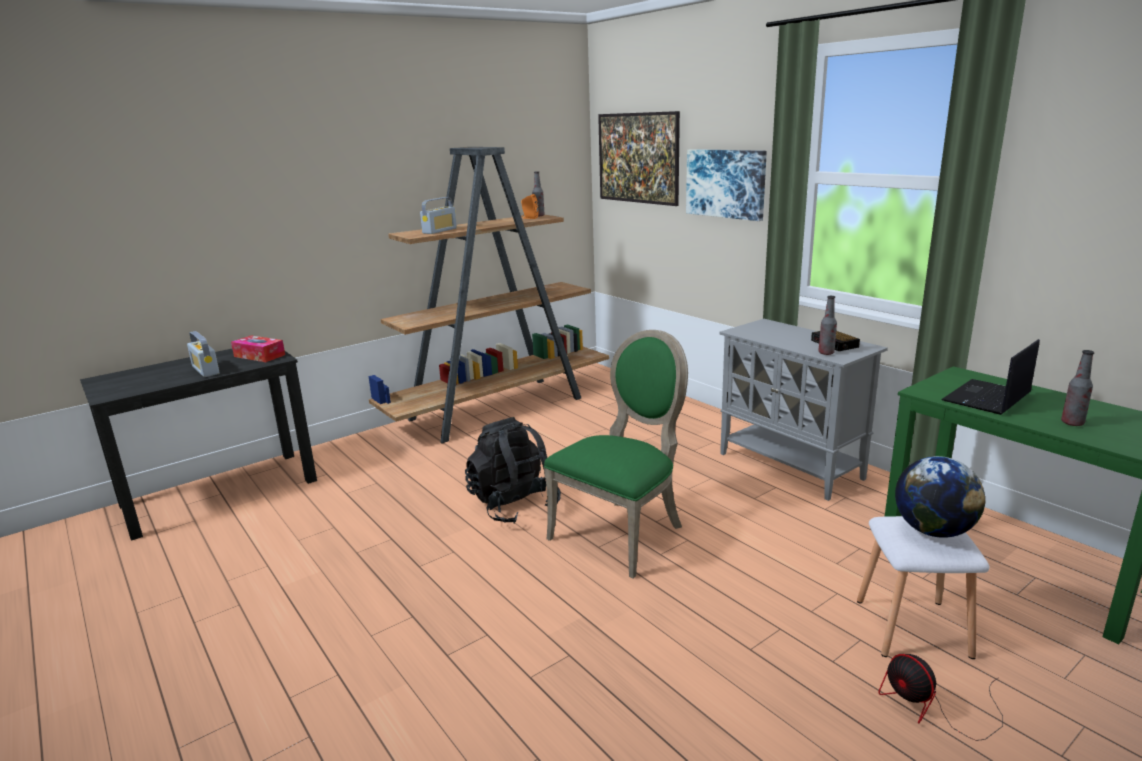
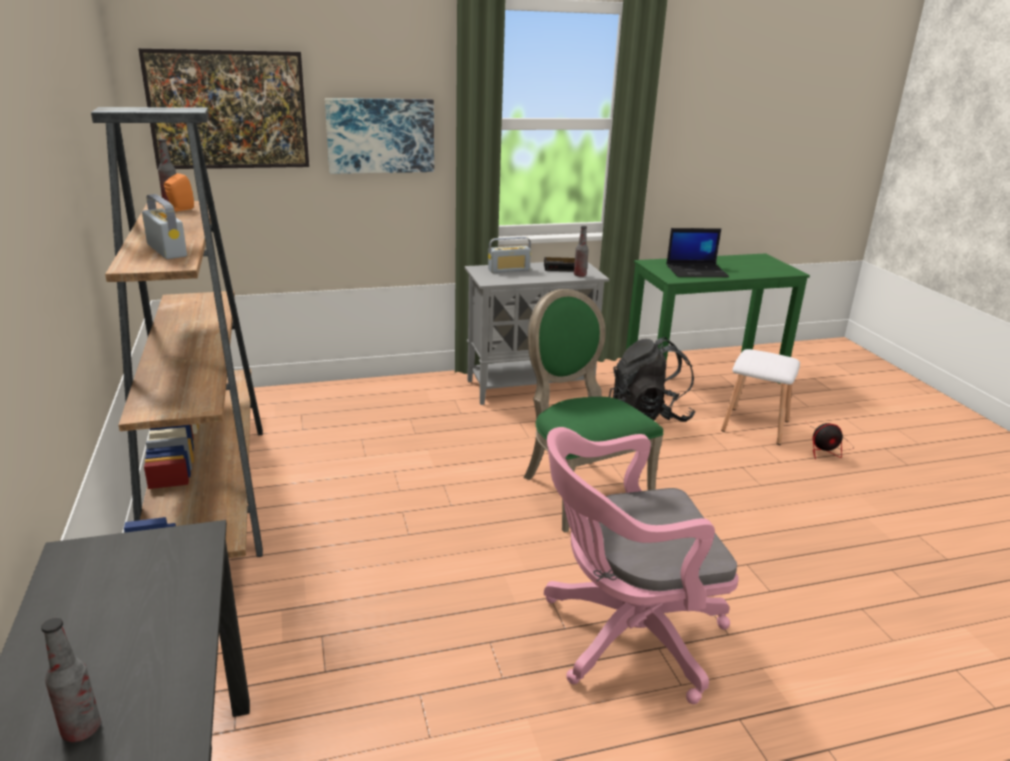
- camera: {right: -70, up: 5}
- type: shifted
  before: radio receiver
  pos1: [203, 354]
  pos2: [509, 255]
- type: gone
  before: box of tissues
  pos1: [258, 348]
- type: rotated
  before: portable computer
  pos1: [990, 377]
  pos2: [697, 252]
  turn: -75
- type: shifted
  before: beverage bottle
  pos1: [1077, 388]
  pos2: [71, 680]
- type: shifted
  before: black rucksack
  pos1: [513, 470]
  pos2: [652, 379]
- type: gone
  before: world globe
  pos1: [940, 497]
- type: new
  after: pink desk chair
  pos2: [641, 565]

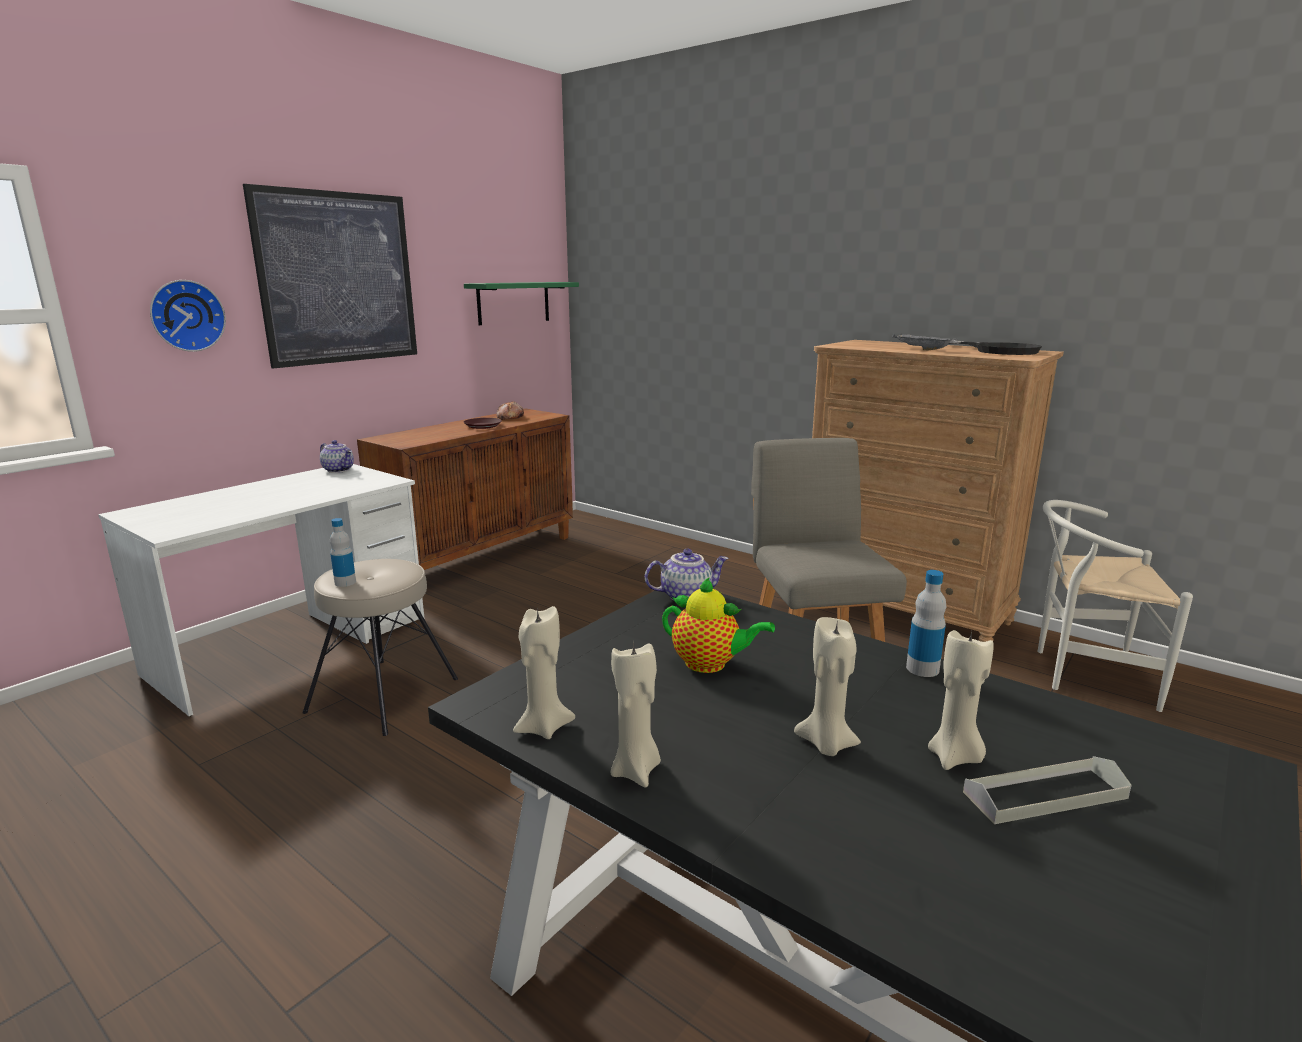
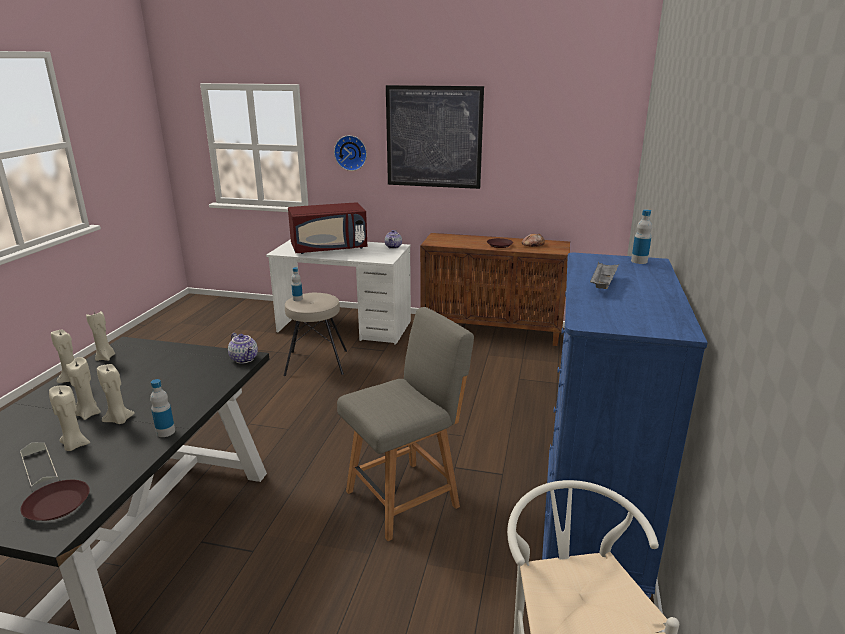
- camera: {right: 65, up: 5}
- type: gone
  before: greenish wall shelf
  pos1: [521, 303]
- type: repainted
  before: brownish chest of drawers
  after: blue chest of drawers
  pos1: [938, 491]
  pos2: [625, 426]
- type: gone
  before: black pan
  pos1: [995, 347]
- type: gone
  before: tea pot
  pos1: [718, 625]
- type: new
  after: reddish microwave oven
  pos2: [327, 228]
- type: new
  after: beverage bottle
  pos2: [641, 236]
- type: new
  after: beige-coloured wax light
  pos2: [116, 394]
- type: new
  after: brownish flat dish
  pos2: [55, 500]

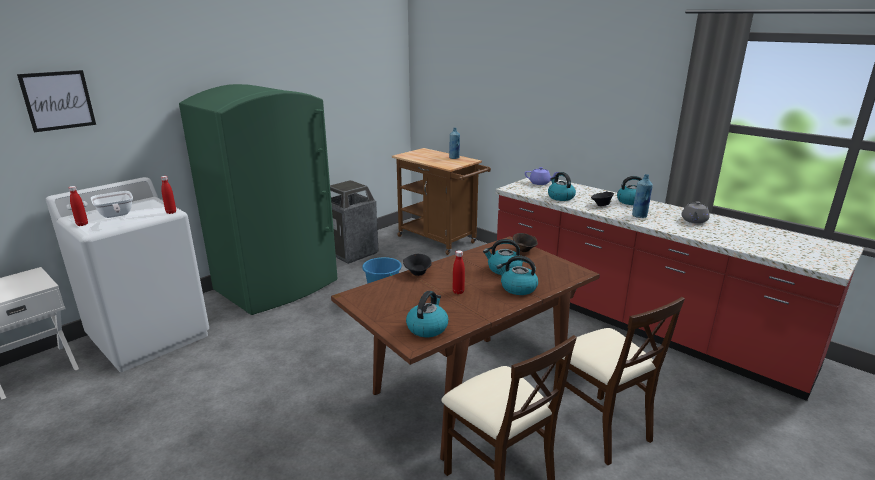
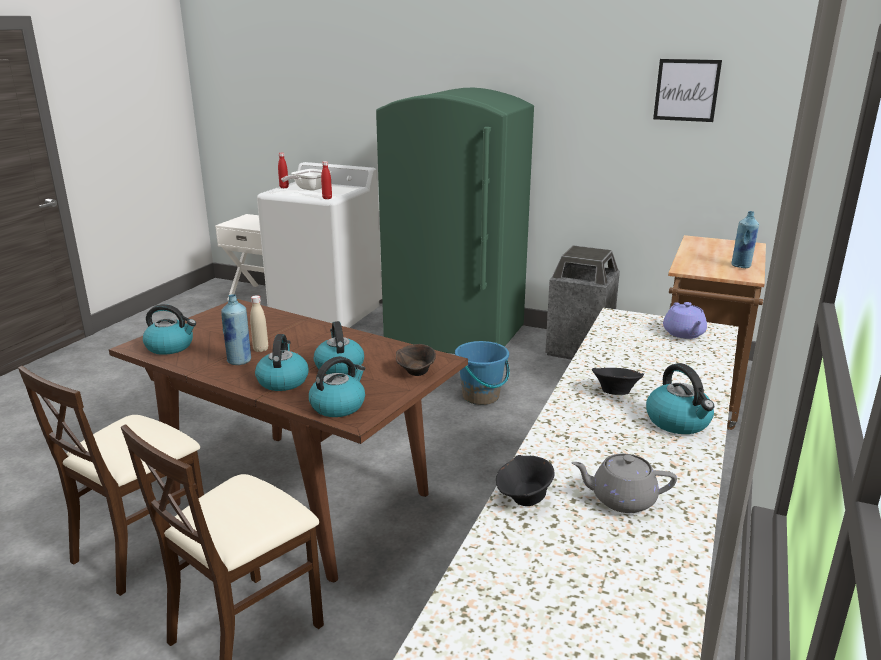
- camera: {right: 70, up: 0}
- type: shifted
  before: picture
  pos1: [56, 101]
  pos2: [687, 90]
- type: shifted
  before: kettle
  pos1: [562, 186]
  pos2: [337, 386]
- type: shifted
  before: blue beverage bottle
  pos1: [642, 196]
  pos2: [236, 329]
- type: repainted
  before: reddish beverage bottle
  after: beige-coloured beverage bottle
  pos1: [459, 272]
  pos2: [259, 323]
- type: shifted
  before: black serving bowl
  pos1: [417, 265]
  pos2: [525, 480]

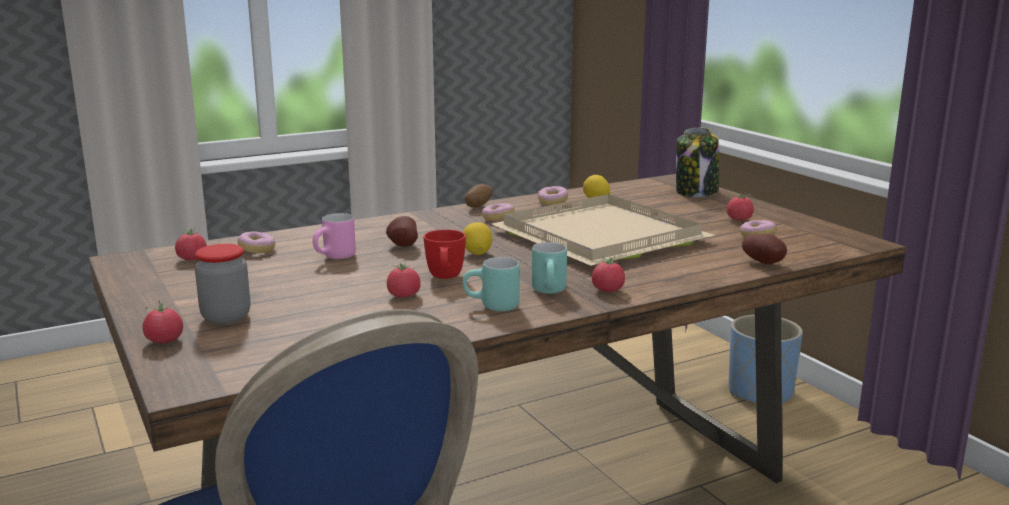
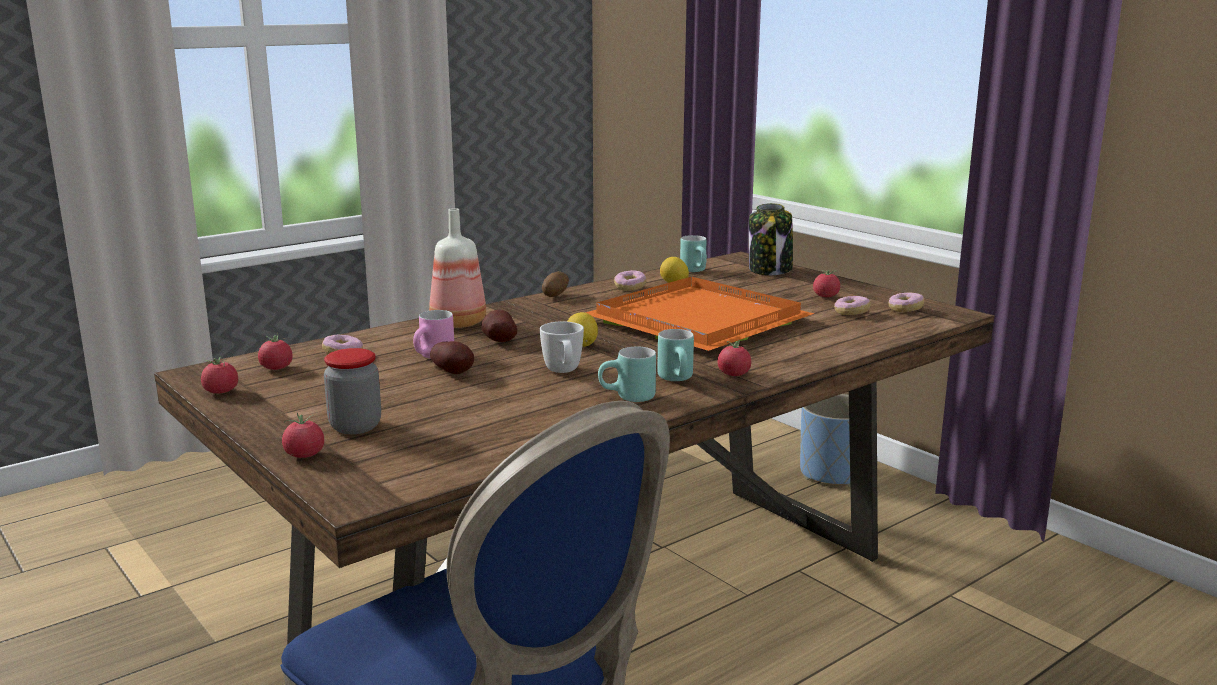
- camera: {right: -10, up: 0}
- type: repainted
  before: beige-coloured serving tray
  after: orange-coloured serving tray
  pos1: [603, 230]
  pos2: [699, 314]
- type: shifted
  before: ring doughnut
  pos1: [498, 212]
  pos2: [906, 302]
- type: repainted
  before: reddish coffee mug
  after: whitish coffee mug
  pos1: [444, 254]
  pos2: [562, 347]
- type: shifted
  before: potato
  pos1: [764, 249]
  pos2: [452, 357]
- type: shifted
  before: tomato
  pos1: [404, 280]
  pos2: [219, 375]
- type: new
  after: beverage bottle
  pos2: [457, 268]
- type: new
  after: blue-green coffee mug
  pos2: [693, 253]

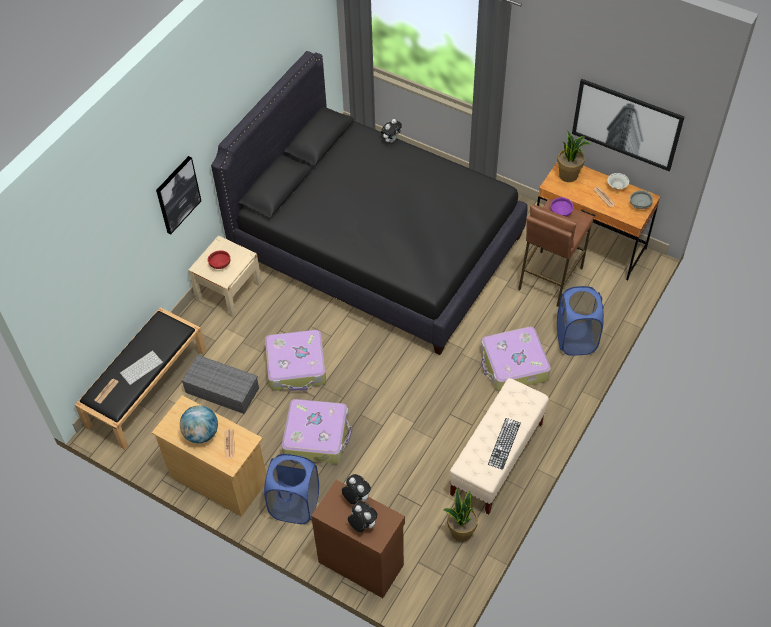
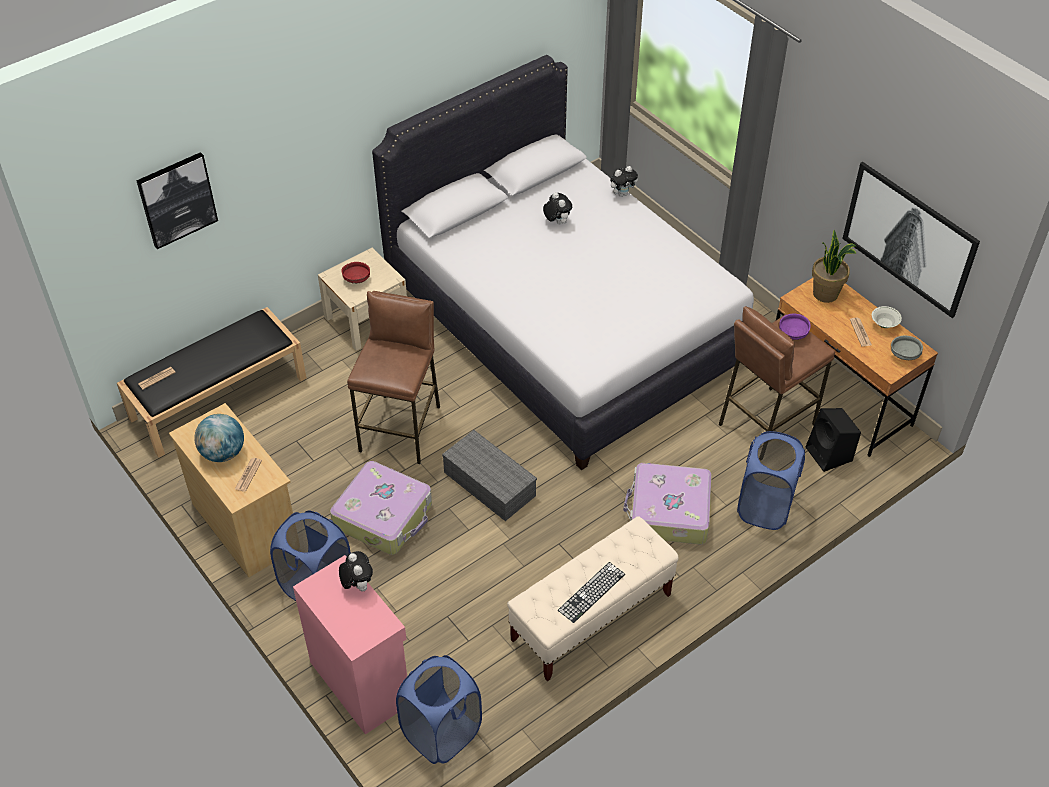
- camera: {right: 20, up: -5}
- type: repainted
  before: black sleeping bed
  after: whitish sleeping bed
  pos1: [369, 203]
  pos2: [563, 262]
- type: shifted
  before: picture
  pos1: [178, 195]
  pos2: [177, 200]
- type: swapped
  before: suitcase
  after: brownish stool seat
  pos1: [295, 360]
  pos2: [393, 377]
- type: gone
  before: keyboard
  pos1: [141, 367]
- type: shifted
  before: greyish storage bin
  pos1: [220, 384]
  pos2: [489, 475]
- type: repainted
  before: brownish cabinet
  after: pink cabinet
  pos1: [358, 539]
  pos2: [350, 645]
- type: gone
  before: plant in a pot
  pos1: [461, 515]
- type: shifted
  before: cuddly toy
  pos1: [362, 517]
  pos2: [557, 208]
- type: new
  after: black speaker
  pos2: [833, 440]
- type: new
  after: blue laundry basket
  pos2: [439, 709]

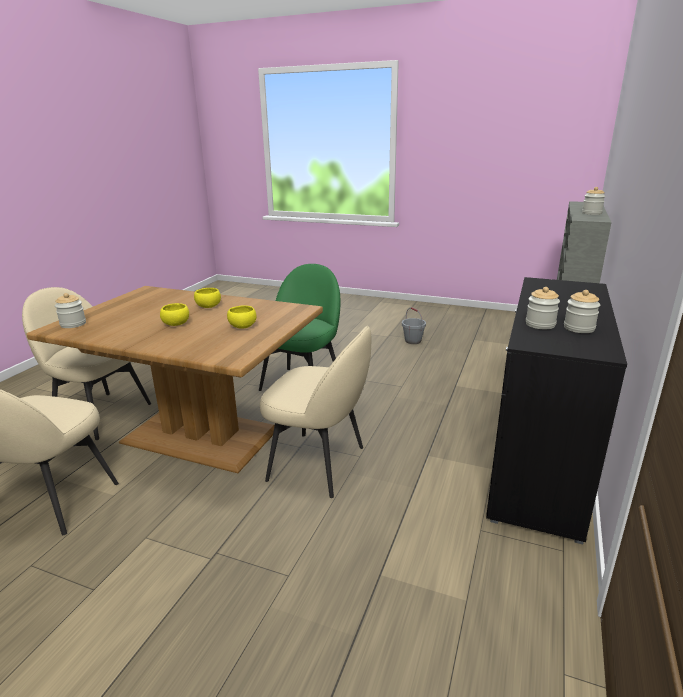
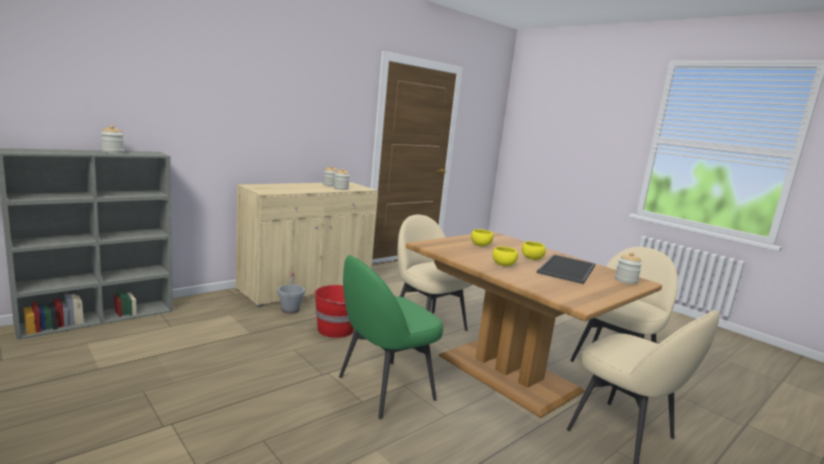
- camera: {right: -155, up: -10}
- type: repainted
  before: black cabinet
  after: beige-coloured cabinet
  pos1: [556, 410]
  pos2: [307, 244]
- type: shifted
  before: greyish bucket
  pos1: [414, 325]
  pos2: [291, 293]
- type: new
  after: serving tray
  pos2: [566, 269]
- type: new
  after: reddish bucket
  pos2: [334, 311]

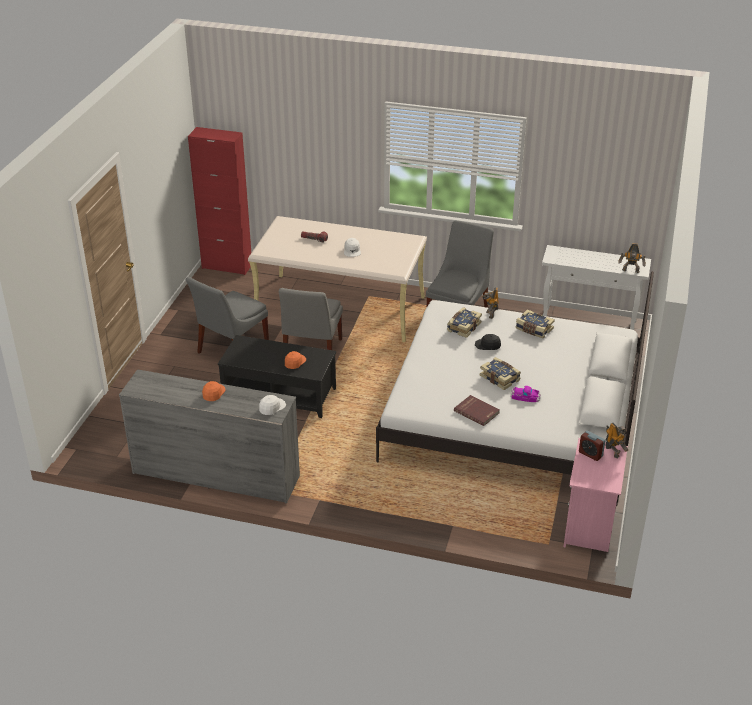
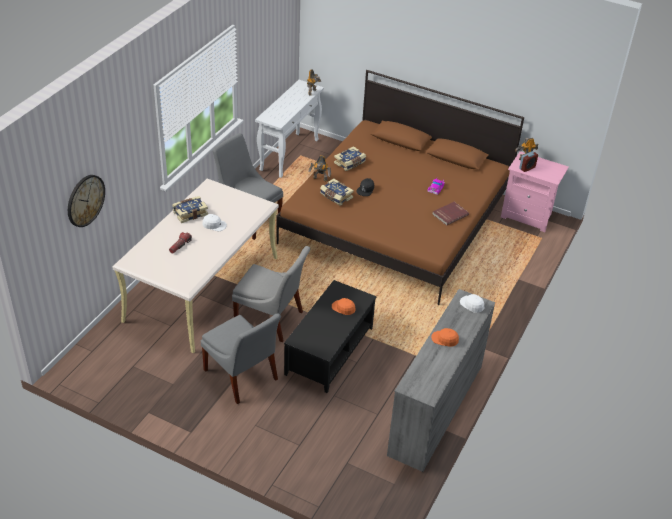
- camera: {right: -80, up: 5}
- type: gone
  before: reddish cabinet
  pos1: [219, 201]
- type: repainted
  before: whitish sleeping bed
  after: brownish sleeping bed
  pos1: [515, 388]
  pos2: [400, 187]
- type: shifted
  before: bound book
  pos1: [500, 373]
  pos2: [190, 209]
- type: new
  after: hanging clock
  pos2: [86, 201]

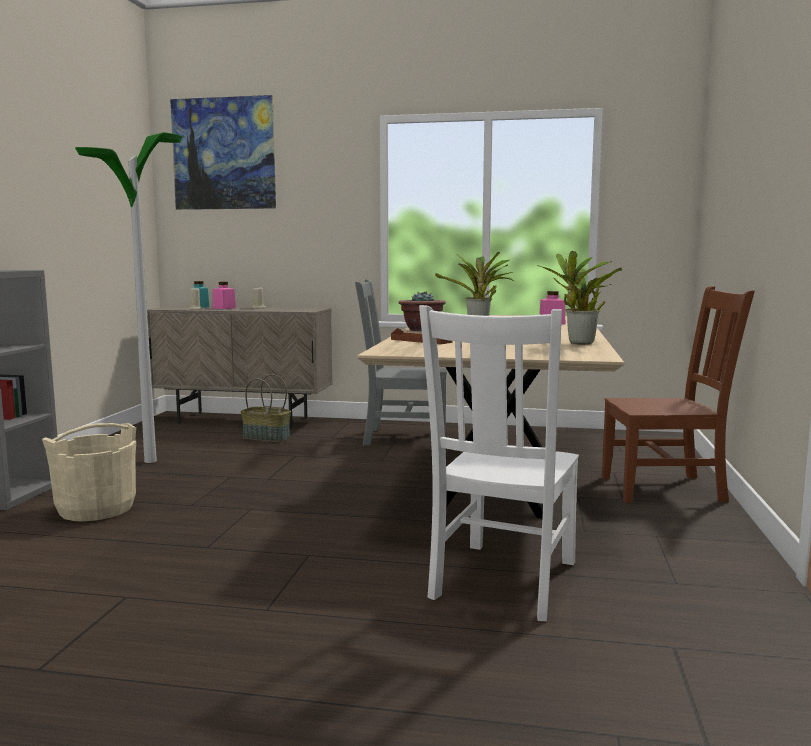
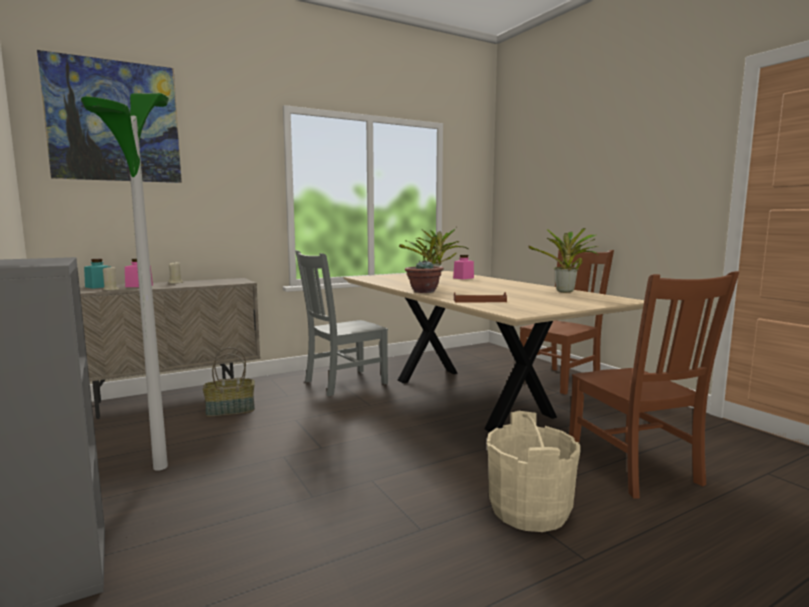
- camera: {right: -40, up: 0}
- type: repainted
  before: whitish chair
  after: brownish chair
  pos1: [499, 463]
  pos2: [654, 385]
- type: shifted
  before: beige-coloured bucket
  pos1: [89, 472]
  pos2: [534, 471]

